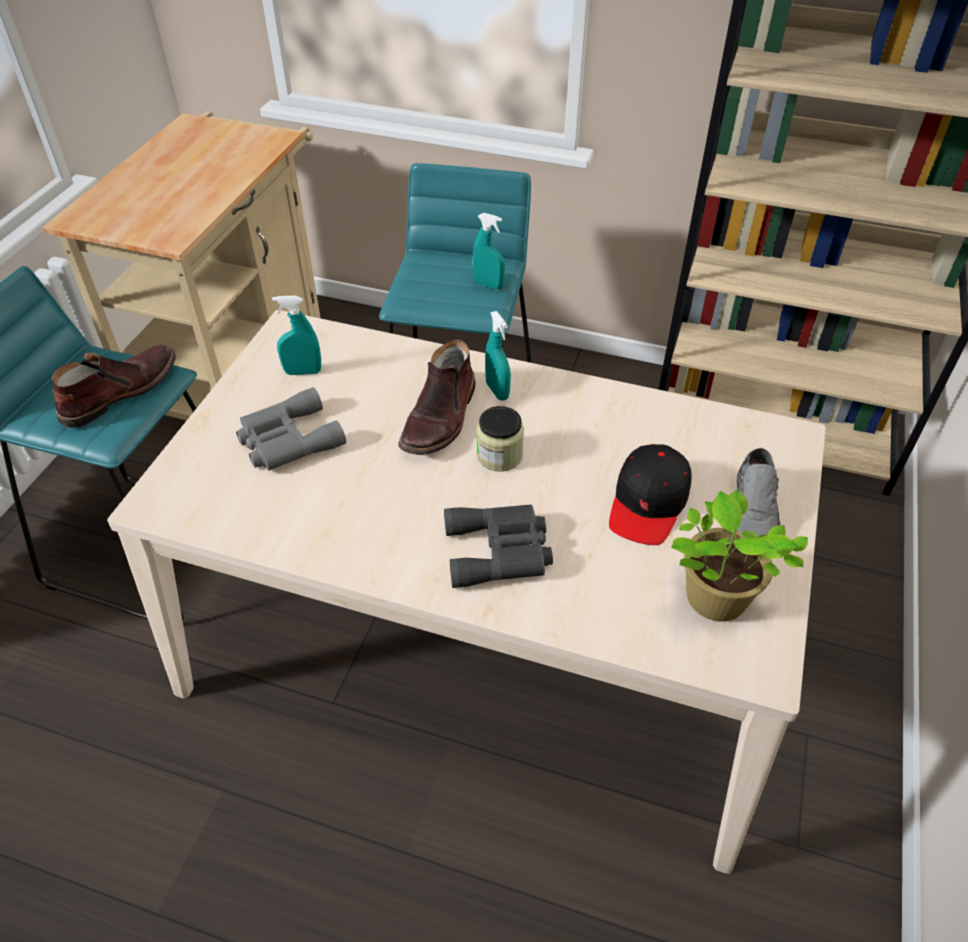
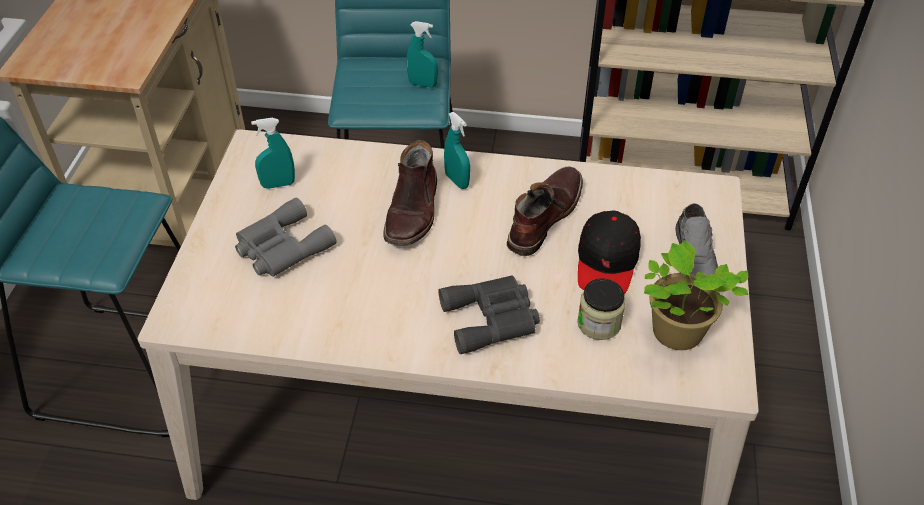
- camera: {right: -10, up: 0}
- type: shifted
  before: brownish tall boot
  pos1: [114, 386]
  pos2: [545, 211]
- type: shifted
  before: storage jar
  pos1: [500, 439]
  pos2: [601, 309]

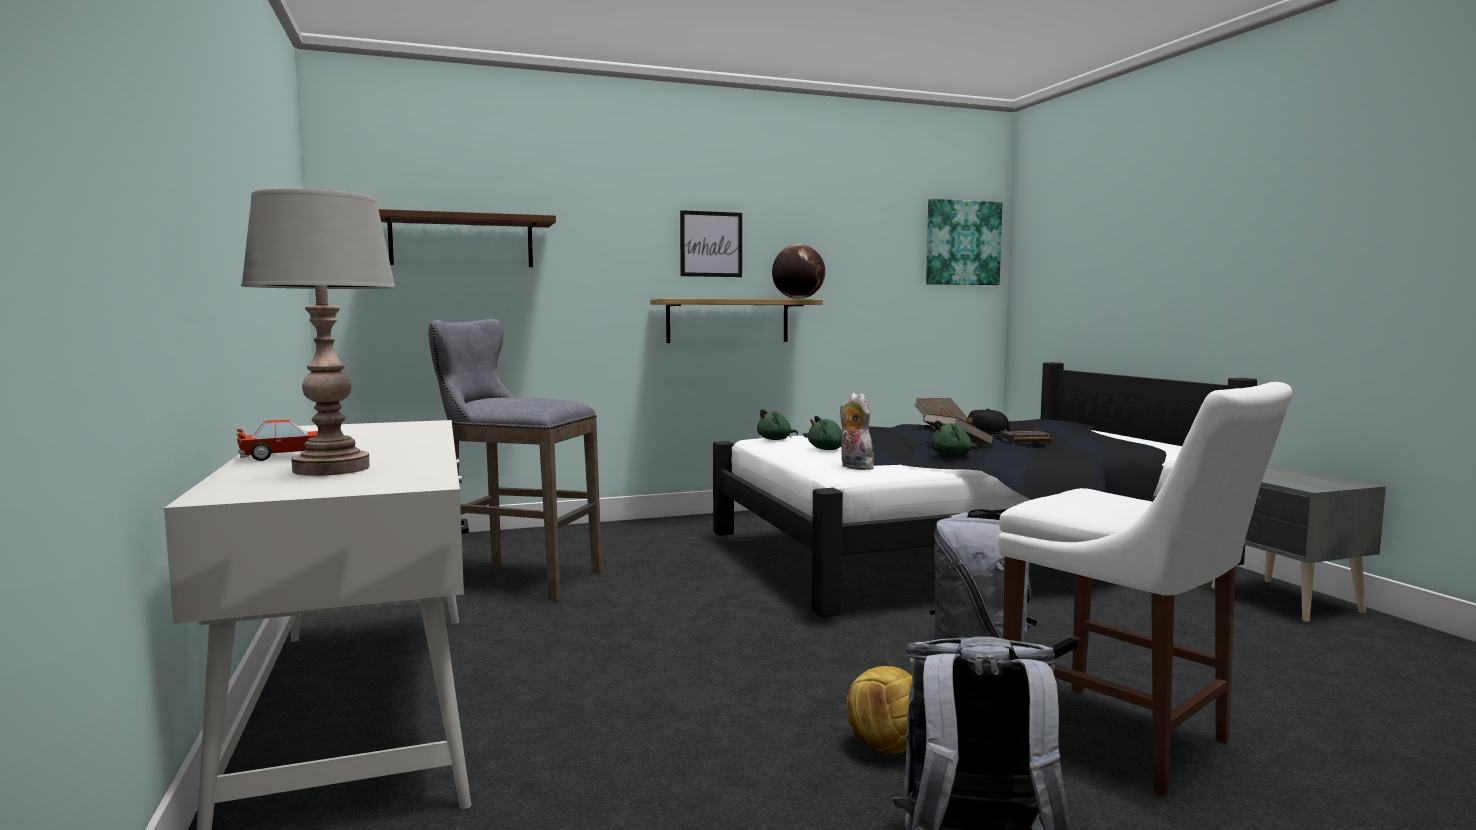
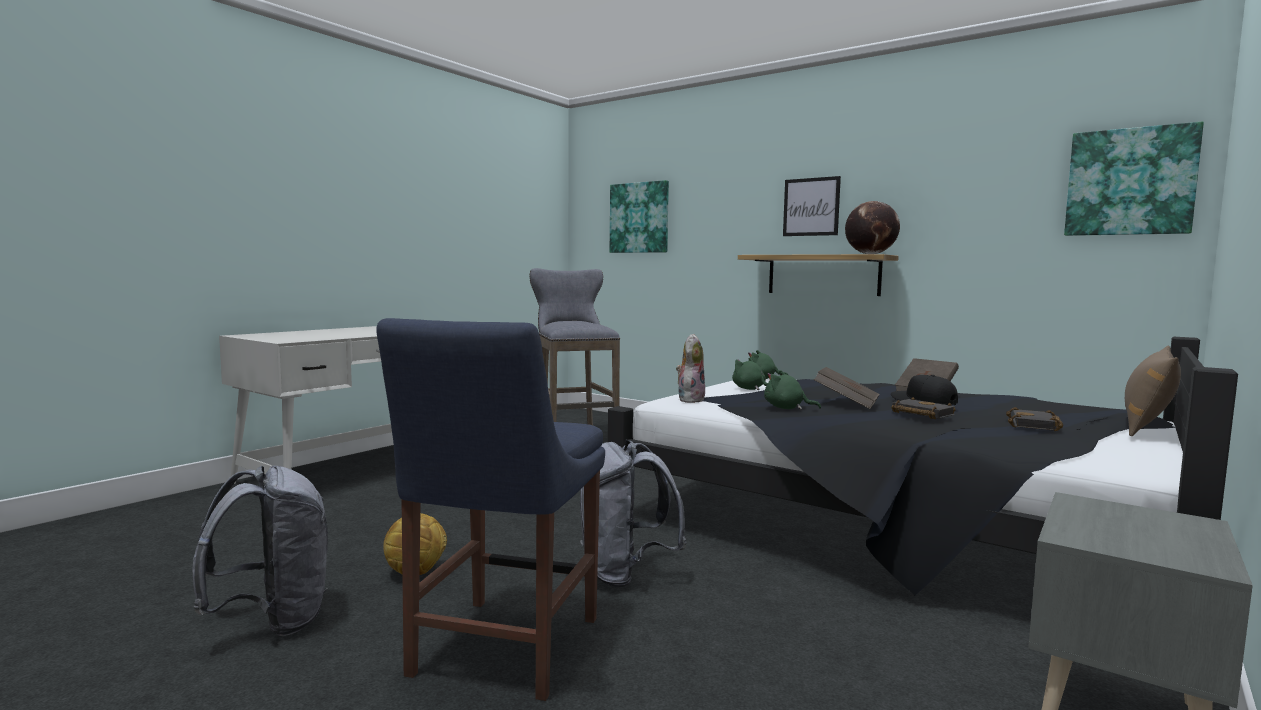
- camera: {right: 55, up: 0}
- type: gone
  before: greyish lamp for a table
  pos1: [318, 332]
- type: swapped
  before: brownish wall shelf
  after: picture
  pos1: [467, 238]
  pos2: [639, 216]
- type: repainted
  before: whitish chair
  after: blue chair
  pos1: [1145, 589]
  pos2: [491, 509]
- type: gone
  before: miniature car
  pos1: [277, 440]
- type: new
  after: brownish pillow
  pos2: [1153, 391]
- type: new
  after: black bound book
  pos2: [1034, 419]

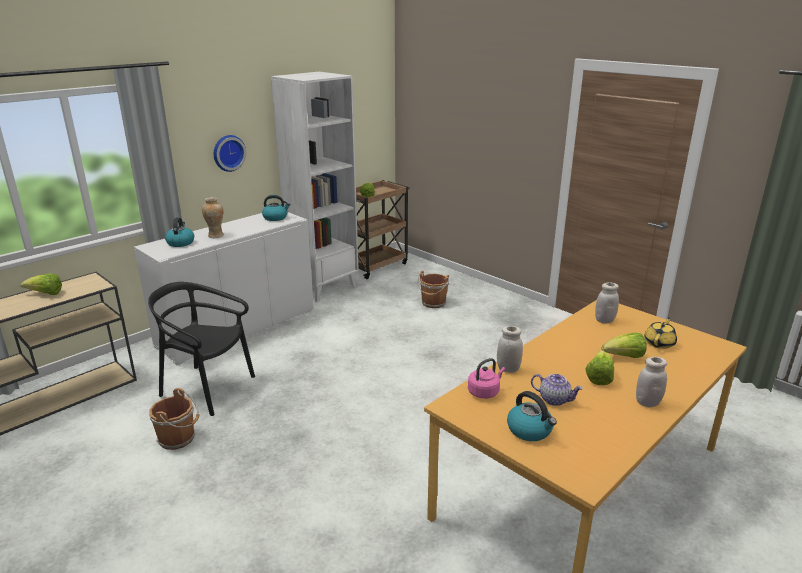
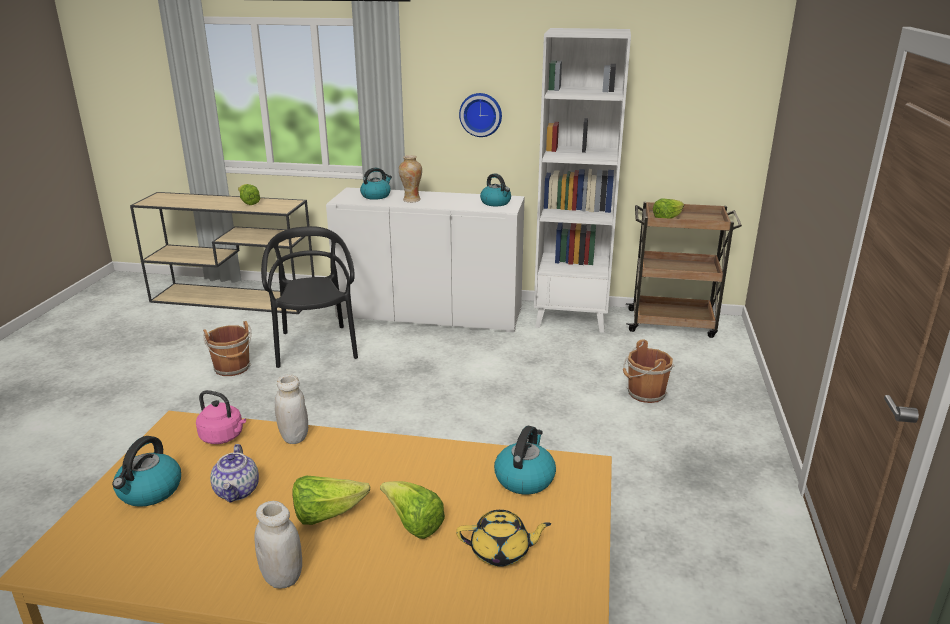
- camera: {right: 55, up: 0}
- type: swapped
  before: whitish storage jar
  after: kettle
  pos1: [607, 302]
  pos2: [525, 460]

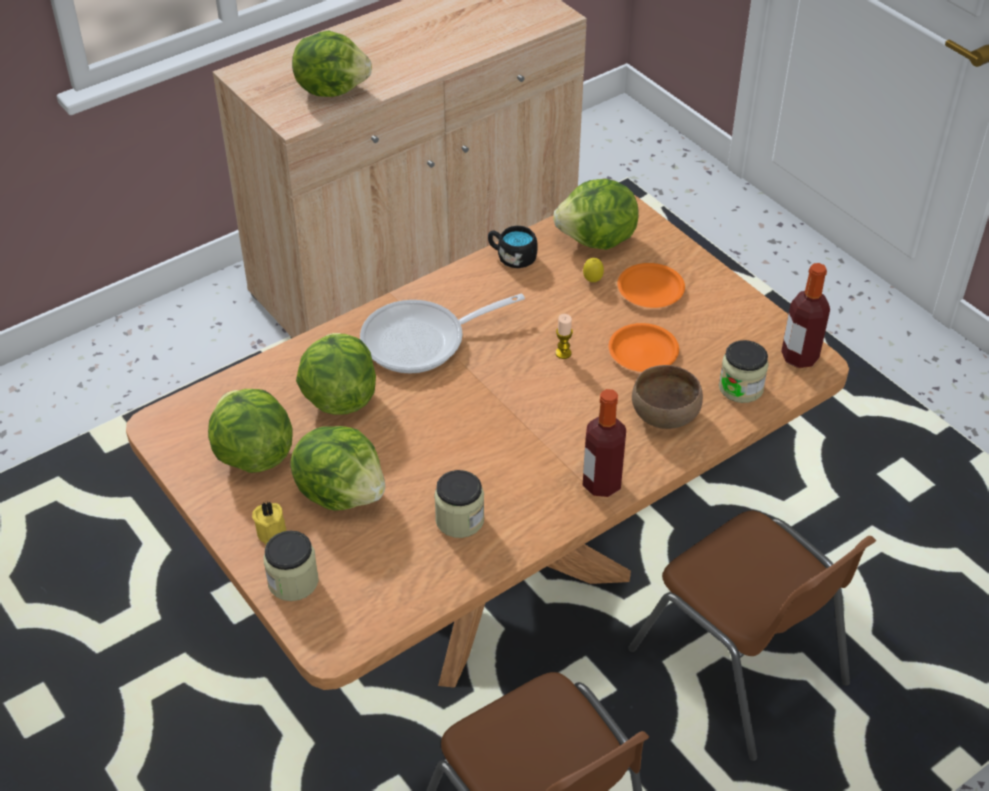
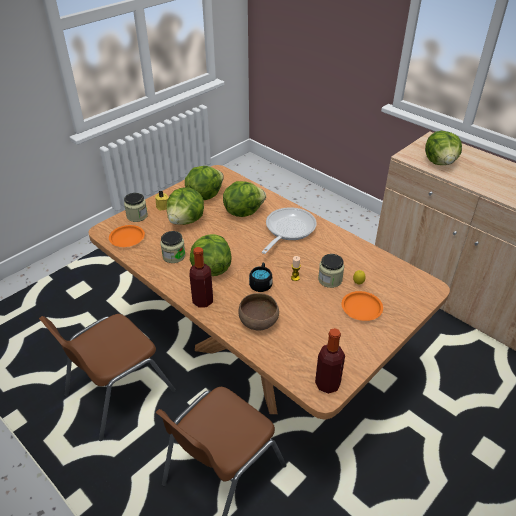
- camera: {right: 80, up: -5}
- type: shifted
  before: lettuce
  pos1: [596, 214]
  pos2: [211, 255]
- type: shifted
  before: black coffee mug
  pos1: [513, 247]
  pos2: [261, 277]
- type: rotated
  before: pan
  pos1: [442, 333]
  pos2: [289, 230]
  turn: 60
- type: shifted
  before: orange-coloured flat dish
  pos1: [644, 347]
  pos2: [127, 236]
- type: shifted
  before: storage jar
  pos1: [744, 371]
  pos2: [331, 271]

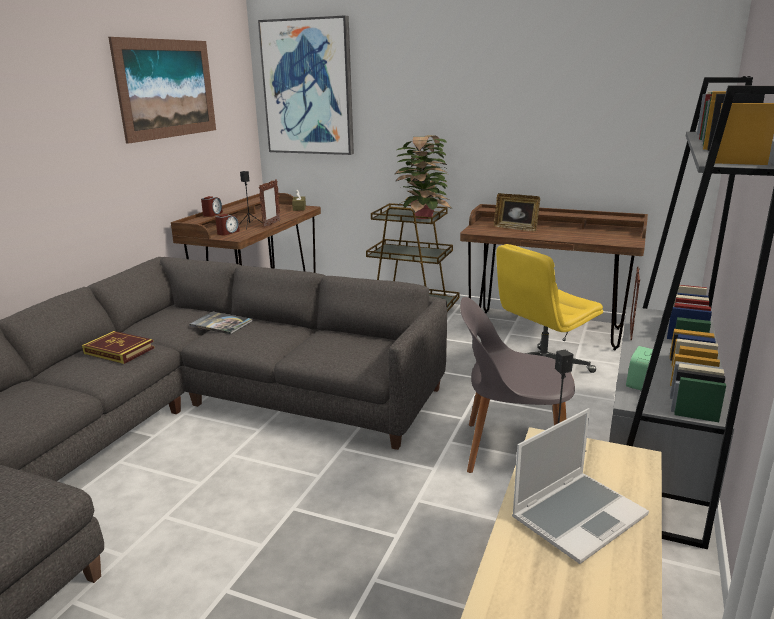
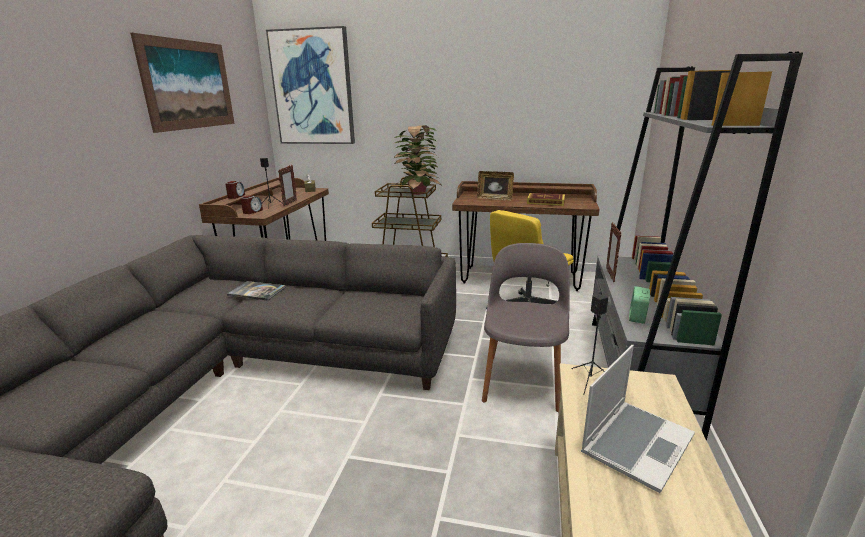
- camera: {right: -10, up: 0}
- type: rotated
  before: greyish chair
  pos1: [517, 385]
  pos2: [525, 327]
  turn: 105
- type: shifted
  before: bound book
  pos1: [118, 347]
  pos2: [546, 199]

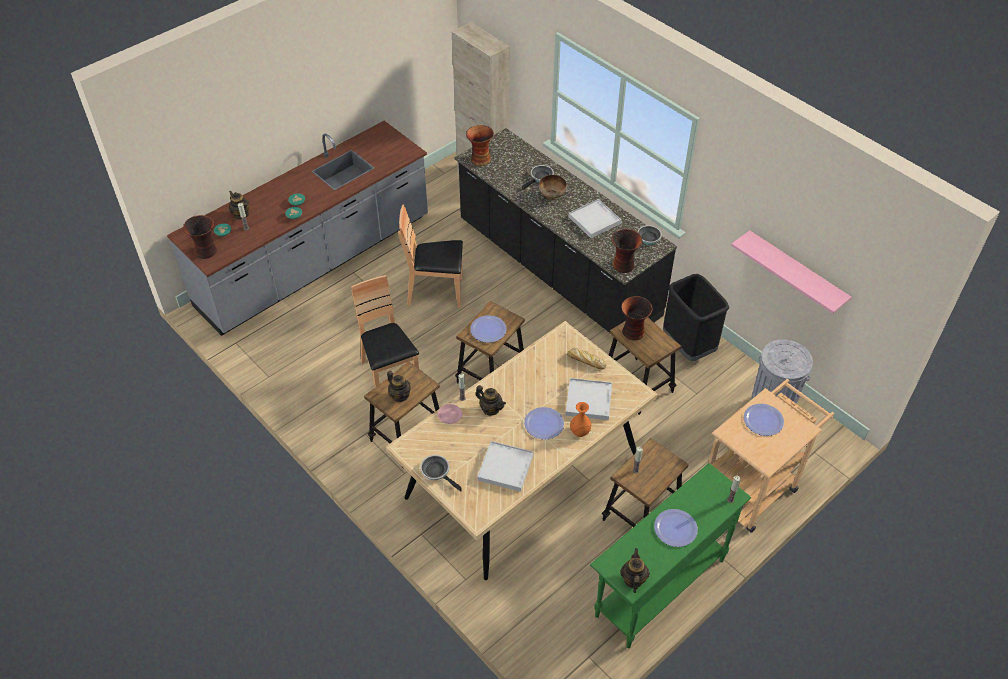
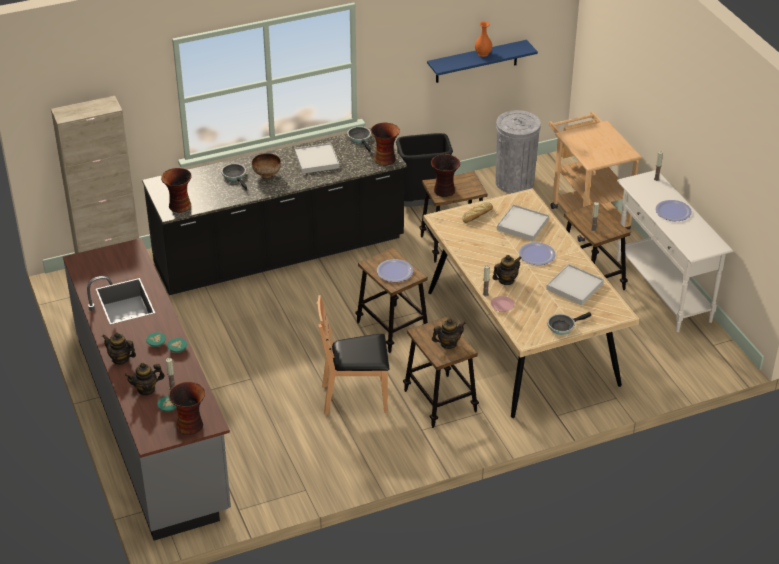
- camera: {right: -70, up: -10}
- type: gone
  before: brownish chair
  pos1: [430, 256]
- type: repainted
  before: pink wall shelf
  after: blue wall shelf
  pos1: [791, 272]
  pos2: [482, 61]
- type: shifted
  before: orange-coloured flower vase
  pos1: [580, 419]
  pos2: [483, 39]
- type: gone
  before: flat dish
  pos1: [764, 420]
- type: repainted
  before: greenish console table
  after: whitish console table
  pos1: [670, 555]
  pos2: [675, 251]
- type: shifted
  before: tea pot
  pos1: [635, 570]
  pos2: [119, 348]

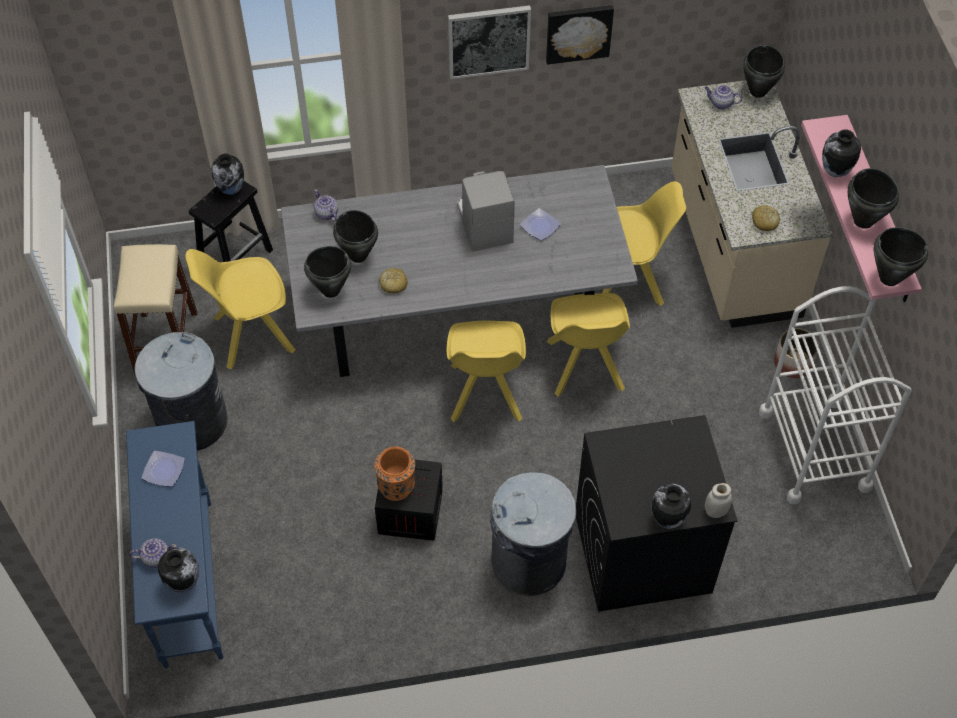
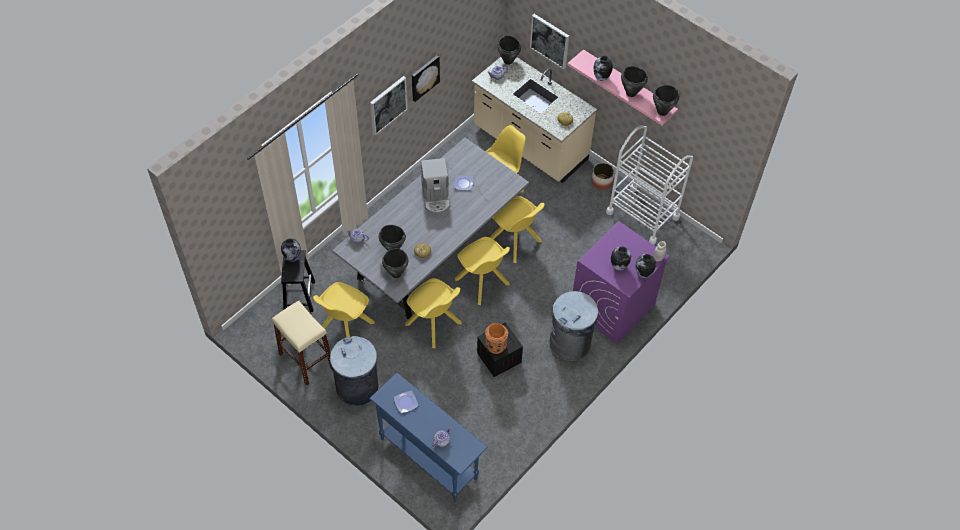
- camera: {right: -40, up: 0}
- type: rotated
  before: coffee machine
  pos1: [486, 211]
  pos2: [435, 186]
  turn: -135
- type: repainted
  before: black washing machine
  after: purple washing machine
  pos1: [657, 513]
  pos2: [621, 282]
- type: shifted
  before: flower vase
  pos1: [178, 570]
  pos2: [621, 259]
- type: new
  after: picture
  pos2: [549, 41]
- type: new
  after: yellow-coloured chair
  pos2: [433, 313]

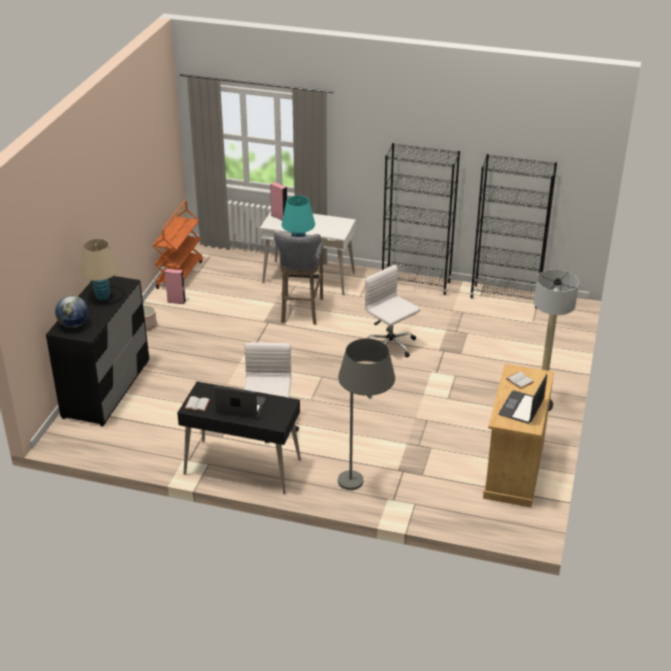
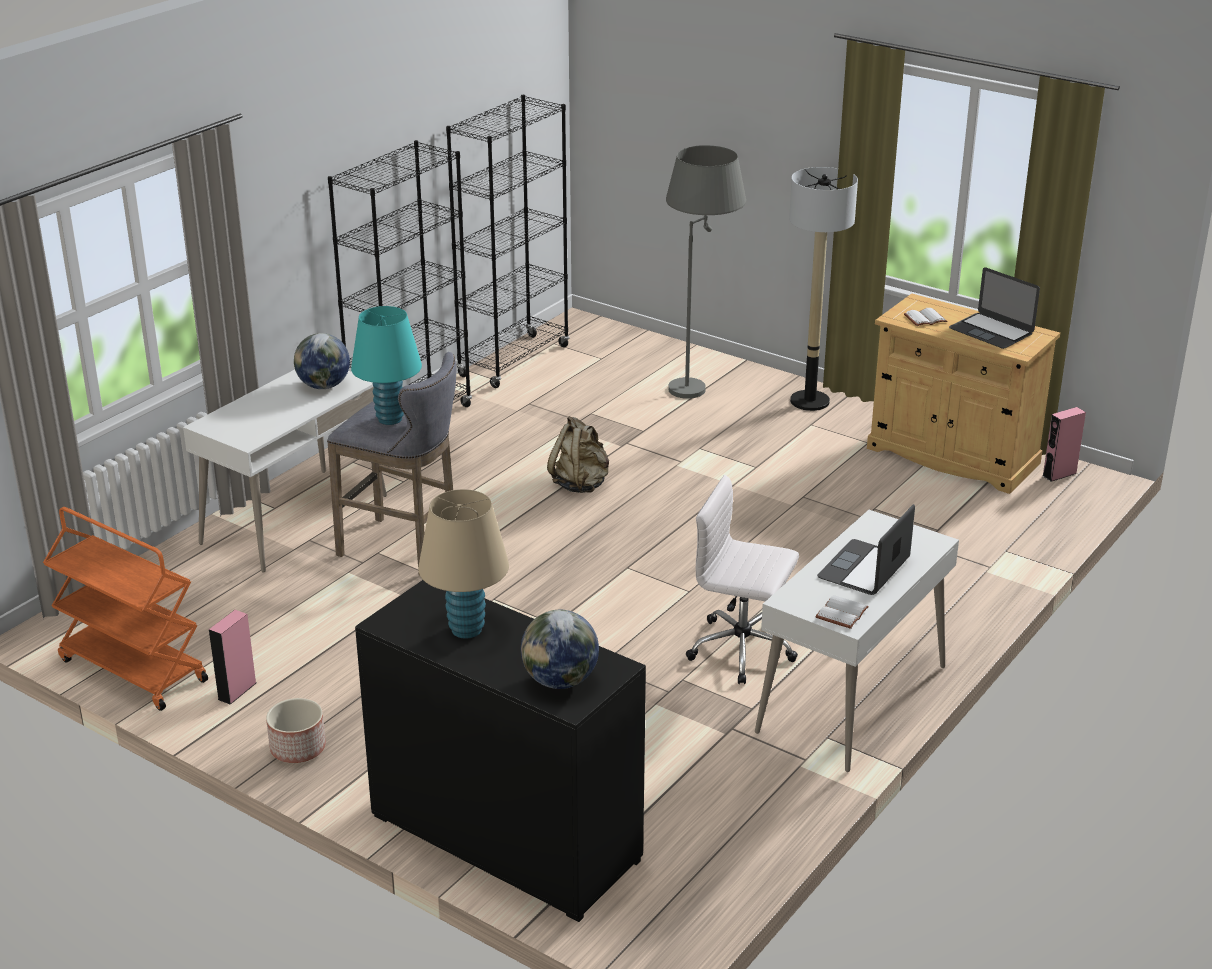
- camera: {right: -70, up: -5}
- type: shifted
  before: pink speaker
  pos1: [278, 201]
  pos2: [1064, 444]
- type: swapped
  before: whitish desk chair
  after: beige-coloured rucksack
  pos1: [392, 311]
  pos2: [578, 454]
- type: shifted
  before: greyish floor lamp
  pos1: [366, 414]
  pos2: [706, 272]
- type: repainted
  before: black desk table
  after: whitish desk table
  pos1: [239, 438]
  pos2: [857, 641]
- type: new
  after: world globe
  pos2: [322, 361]

